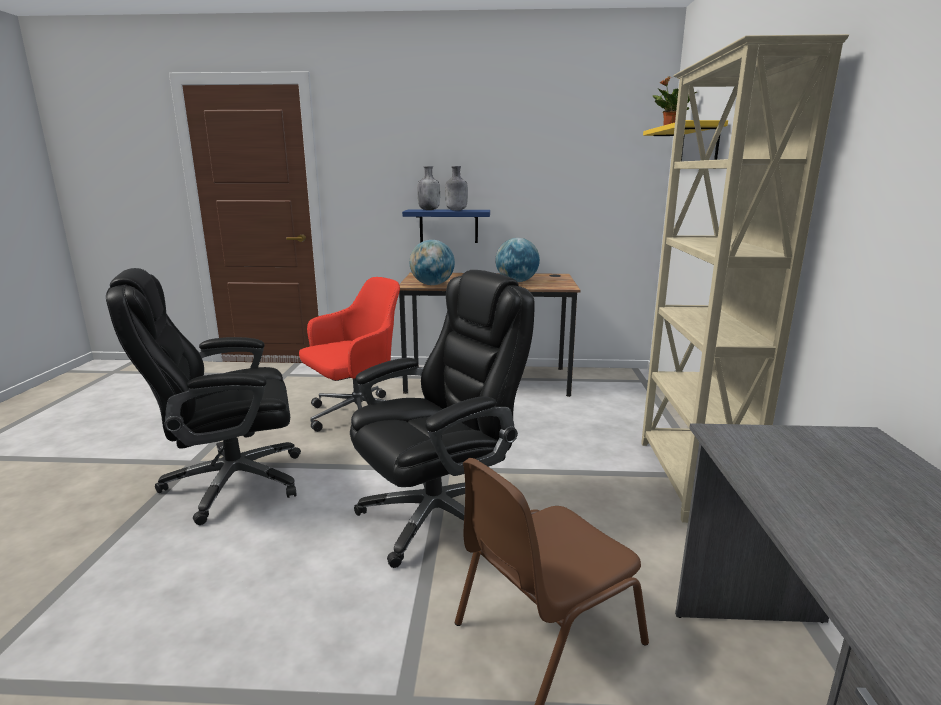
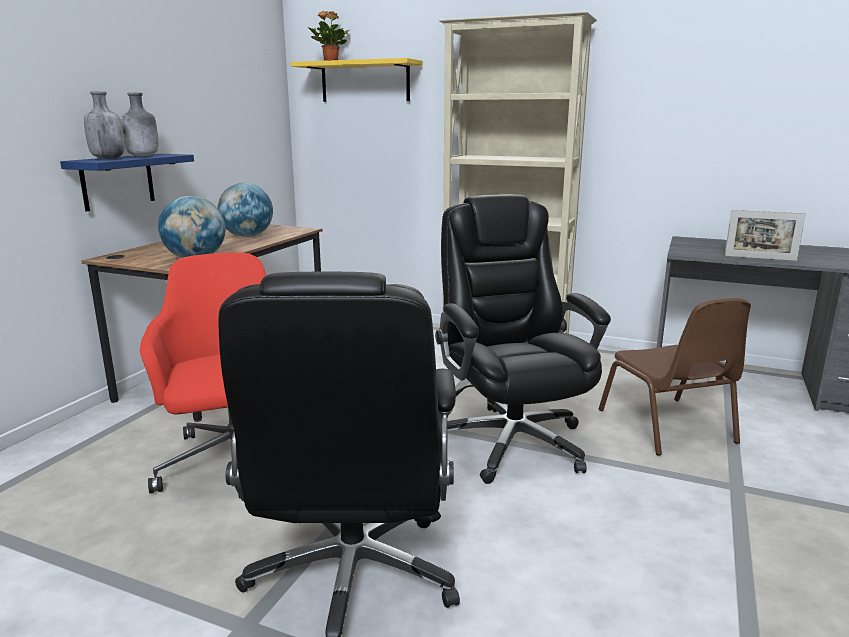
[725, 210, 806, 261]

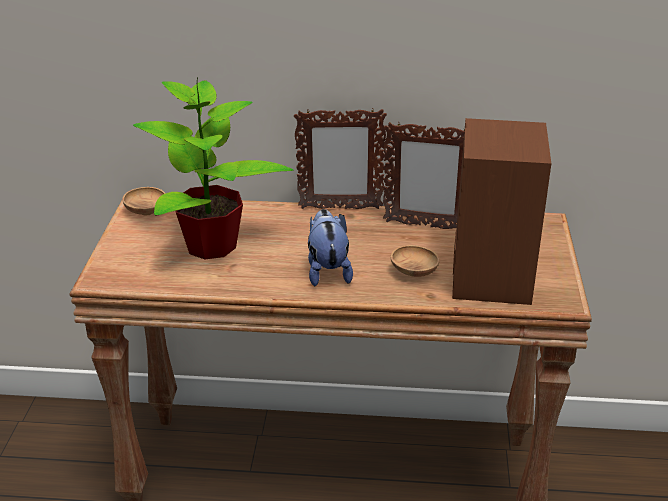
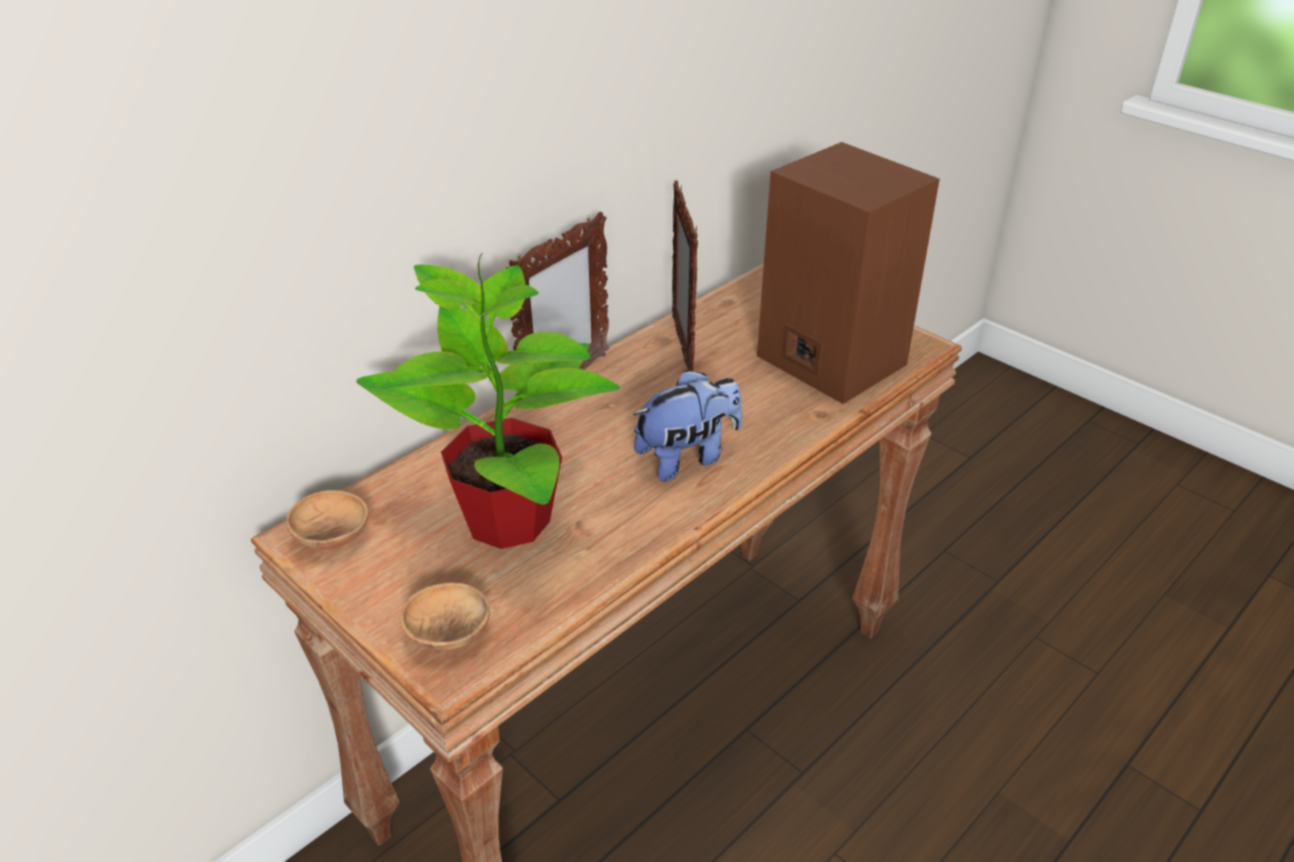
[672, 180, 698, 372]
[633, 370, 742, 482]
[400, 583, 490, 650]

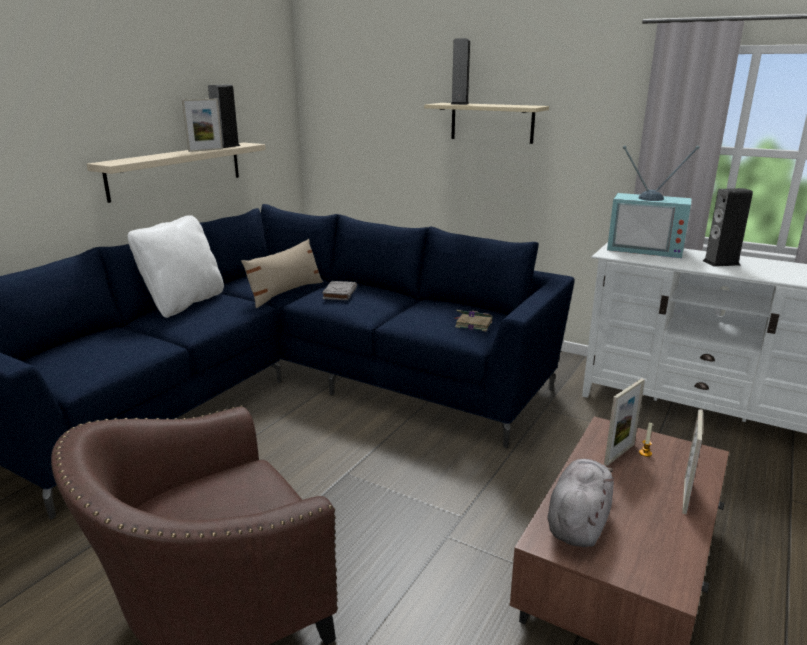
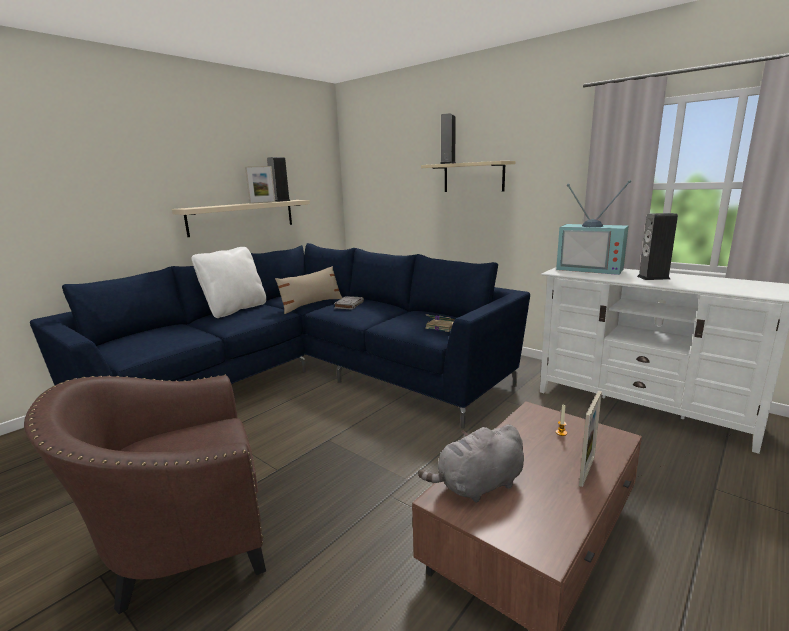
[604, 378, 645, 466] (first image)
[418, 424, 524, 503]

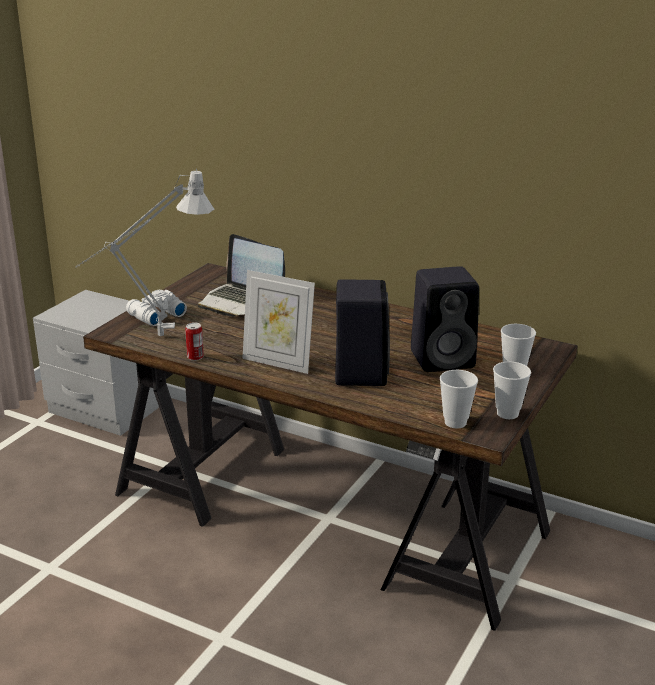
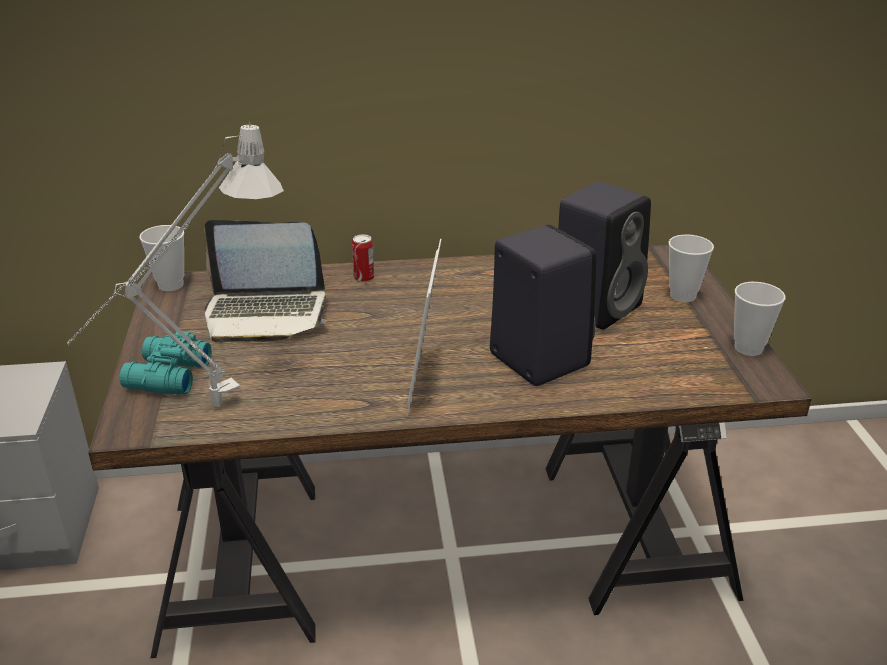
[407, 239, 441, 416]
[119, 332, 212, 395]
[352, 235, 374, 282]
[139, 225, 184, 291]

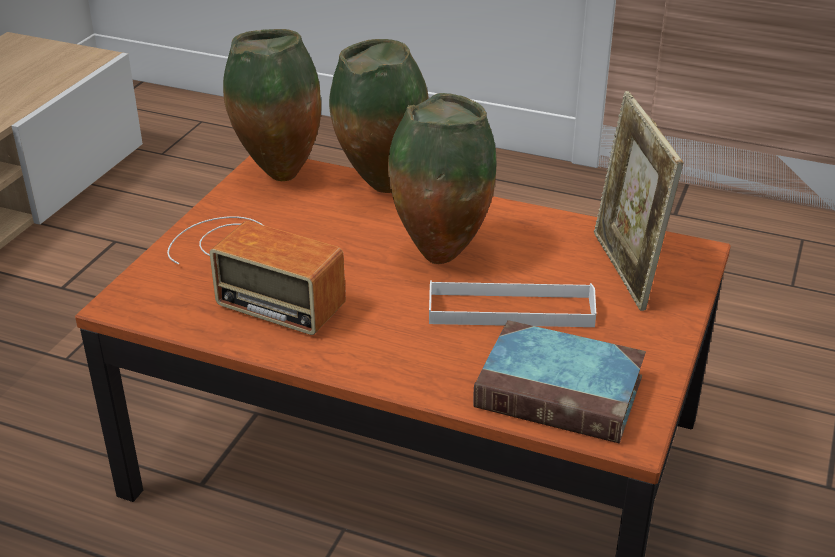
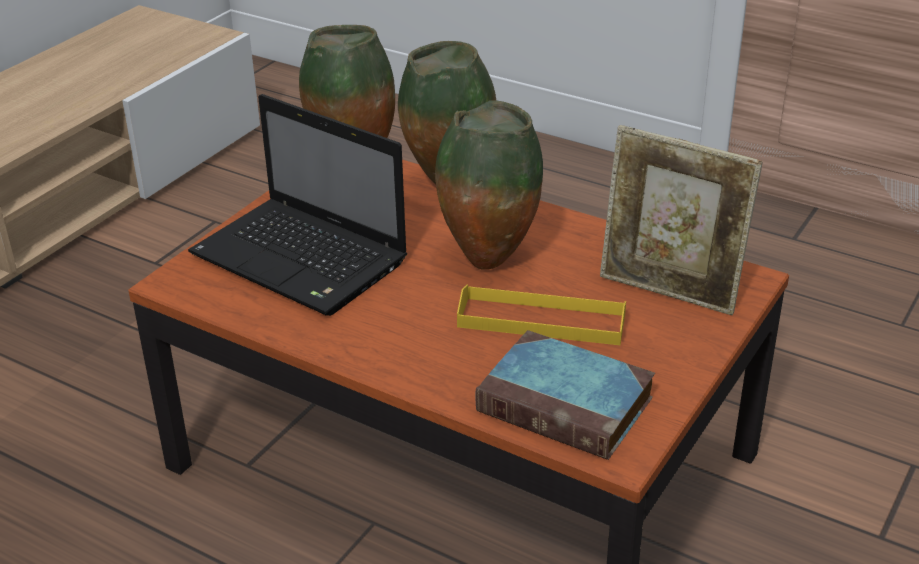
[600, 125, 763, 315]
[188, 94, 407, 316]
[457, 285, 626, 345]

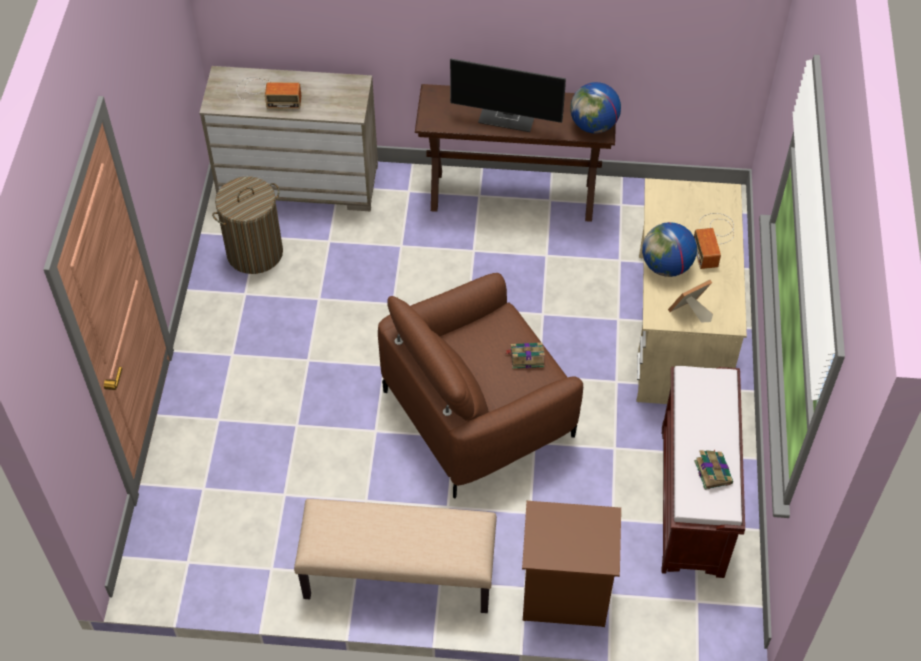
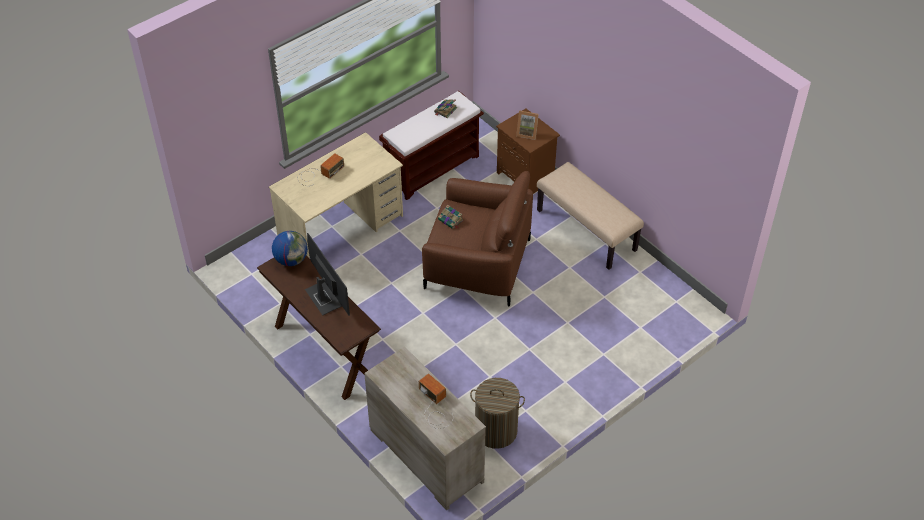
[642, 222, 697, 277] (first image)
[516, 111, 539, 140]

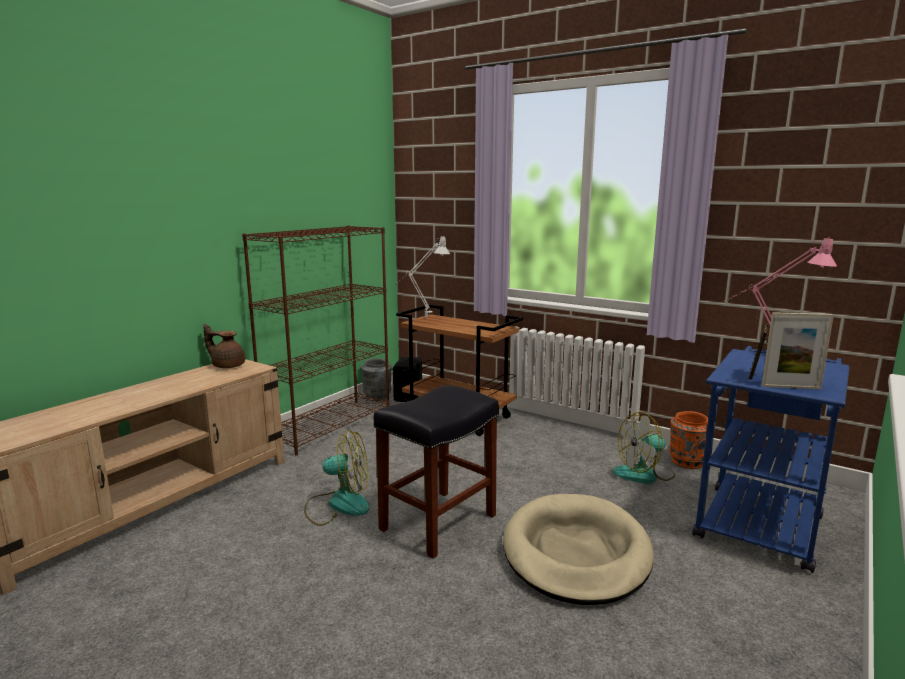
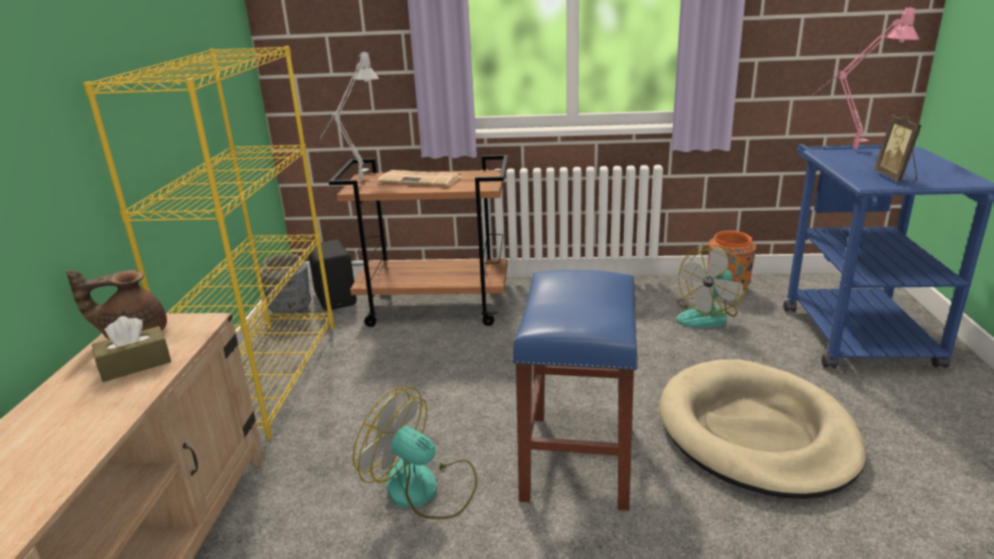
[83, 46, 334, 440]
[762, 312, 834, 389] (first image)
[512, 270, 638, 511]
[353, 387, 478, 519]
[377, 170, 462, 186]
[92, 316, 171, 382]

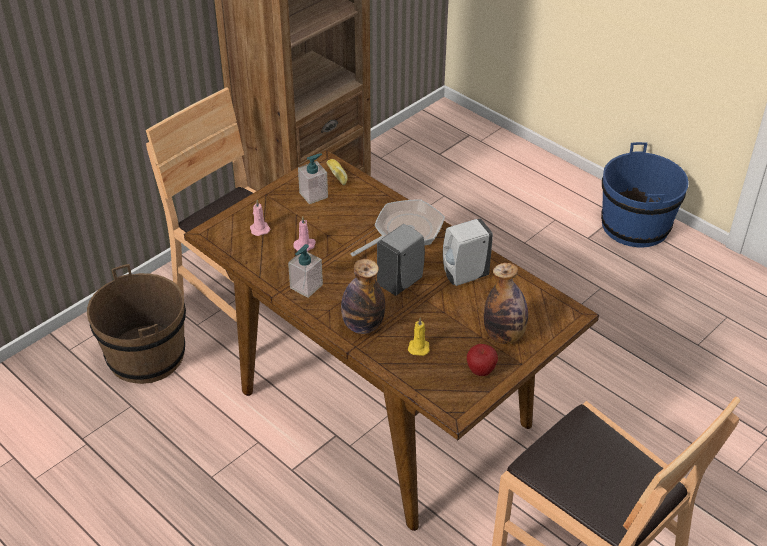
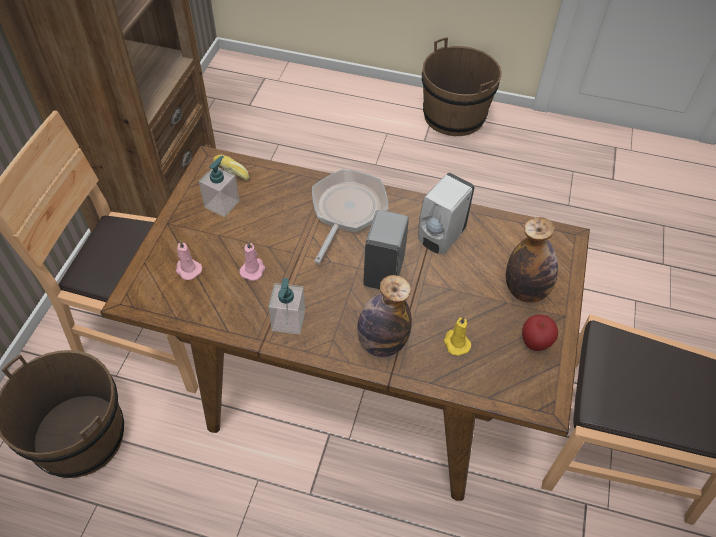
[422, 37, 502, 136]

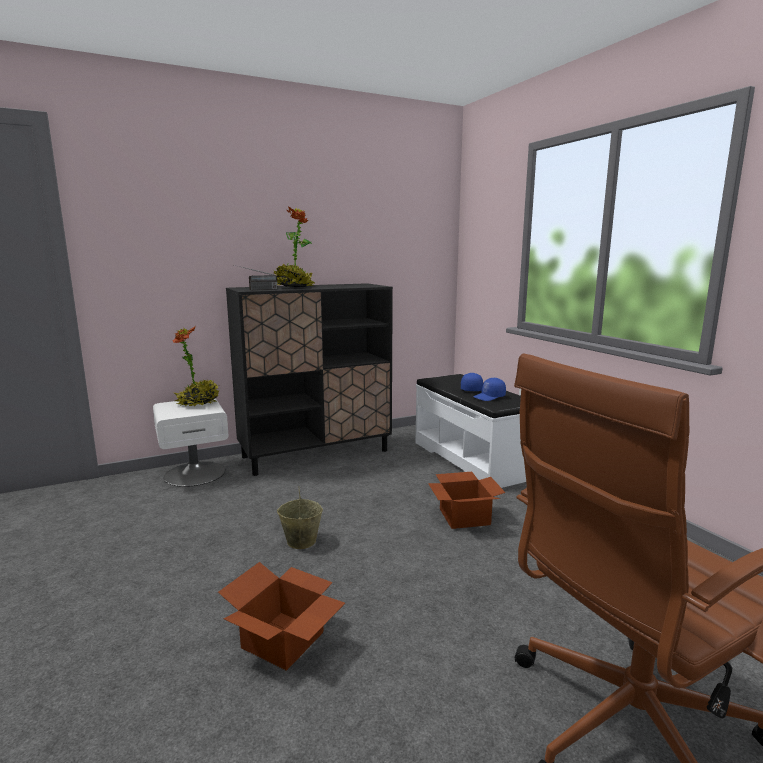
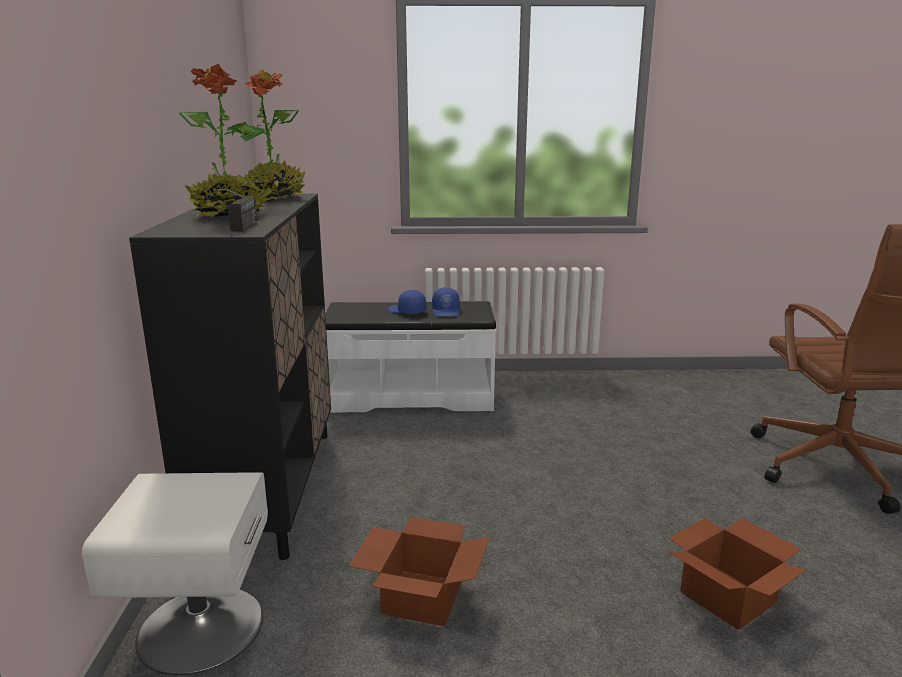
[227, 70, 305, 201]
[349, 517, 490, 626]
[277, 486, 323, 549] (first image)

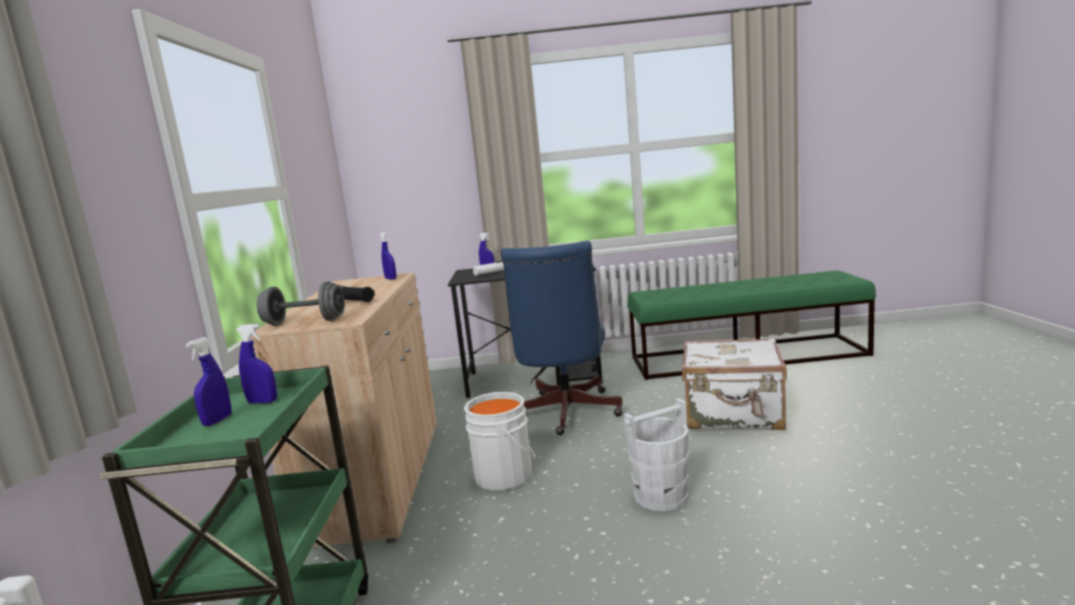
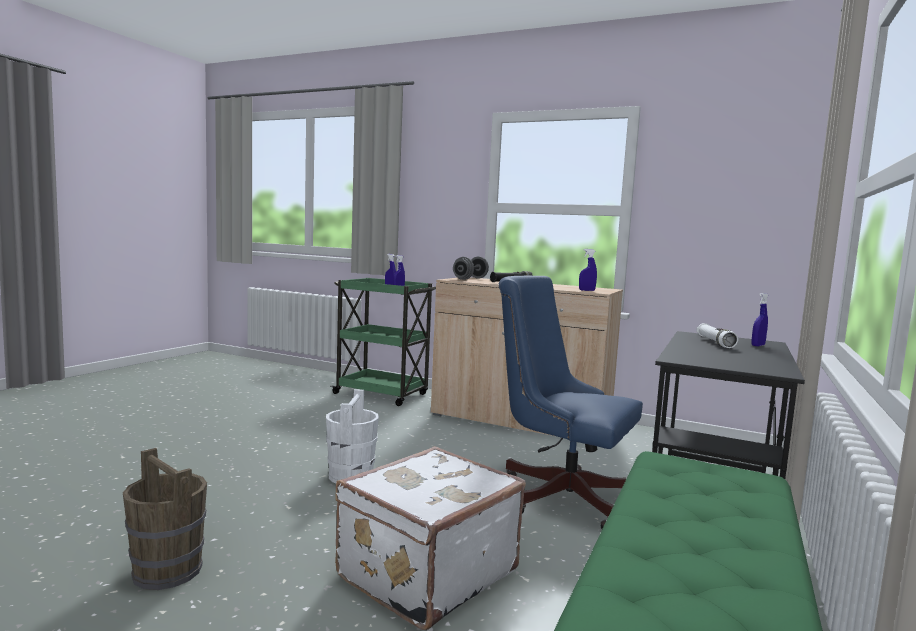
[464, 392, 536, 491] (first image)
[123, 448, 207, 590]

